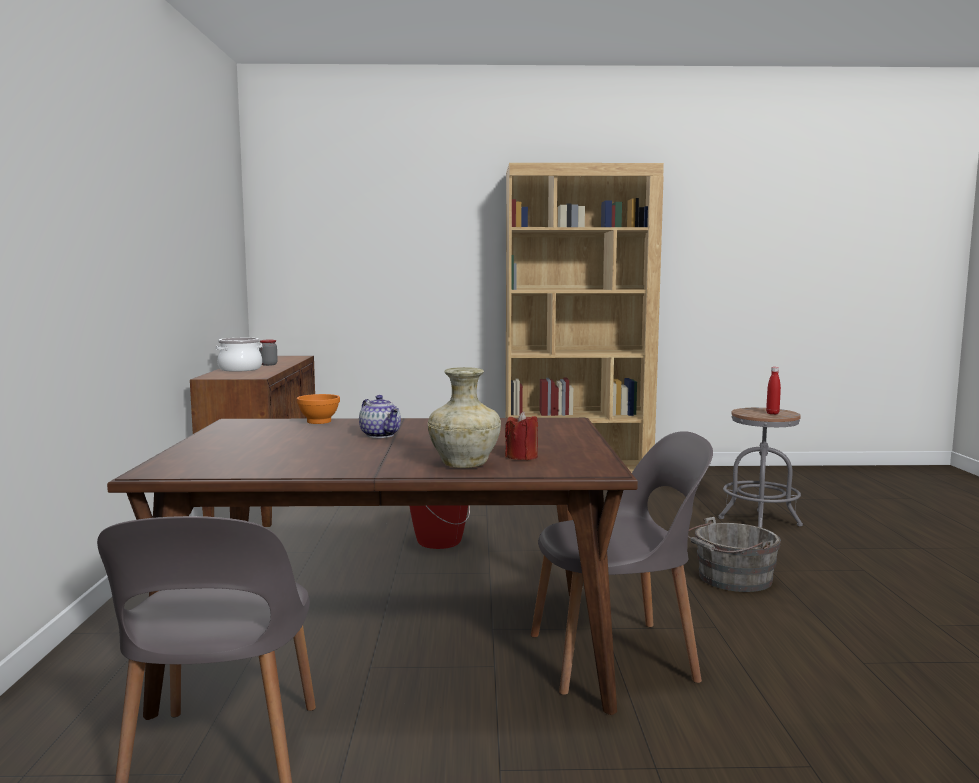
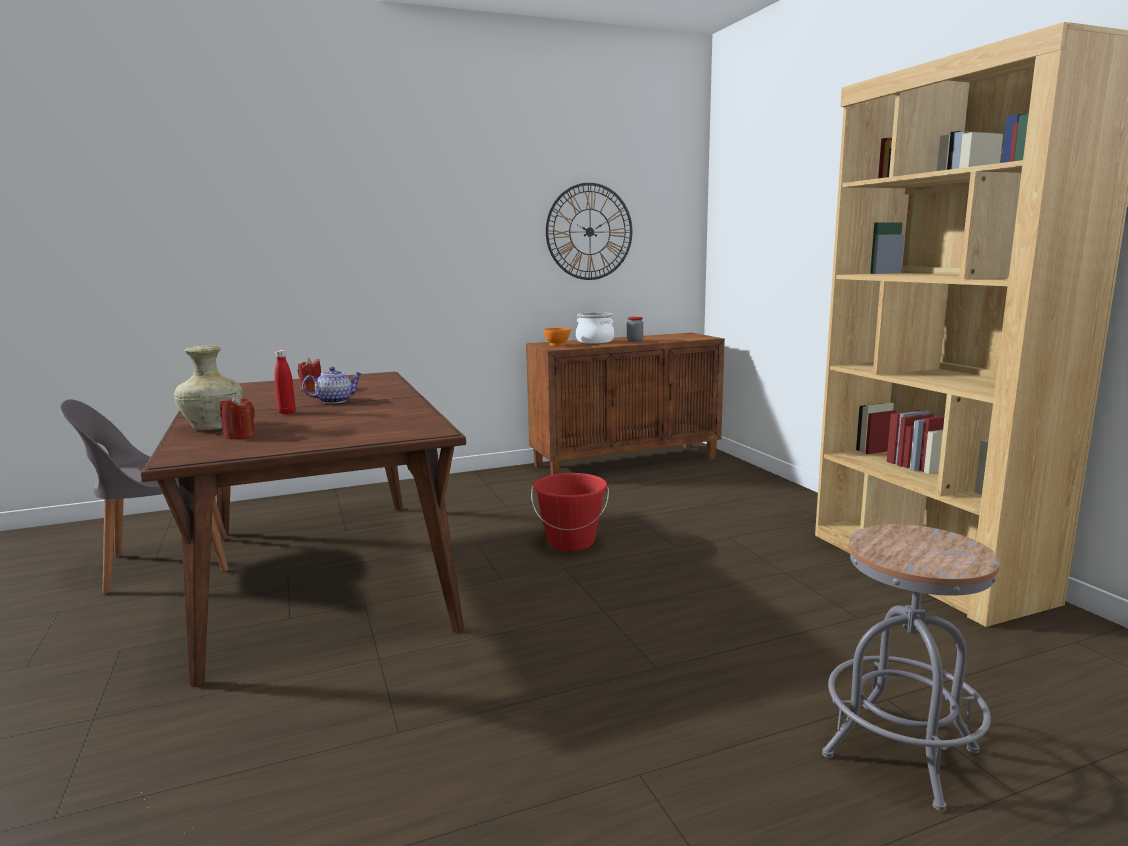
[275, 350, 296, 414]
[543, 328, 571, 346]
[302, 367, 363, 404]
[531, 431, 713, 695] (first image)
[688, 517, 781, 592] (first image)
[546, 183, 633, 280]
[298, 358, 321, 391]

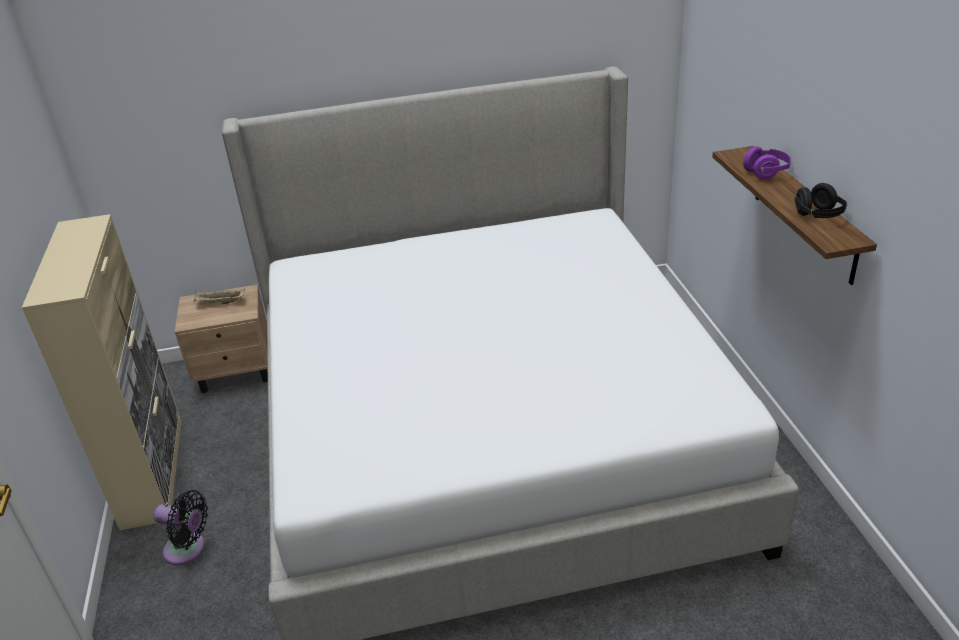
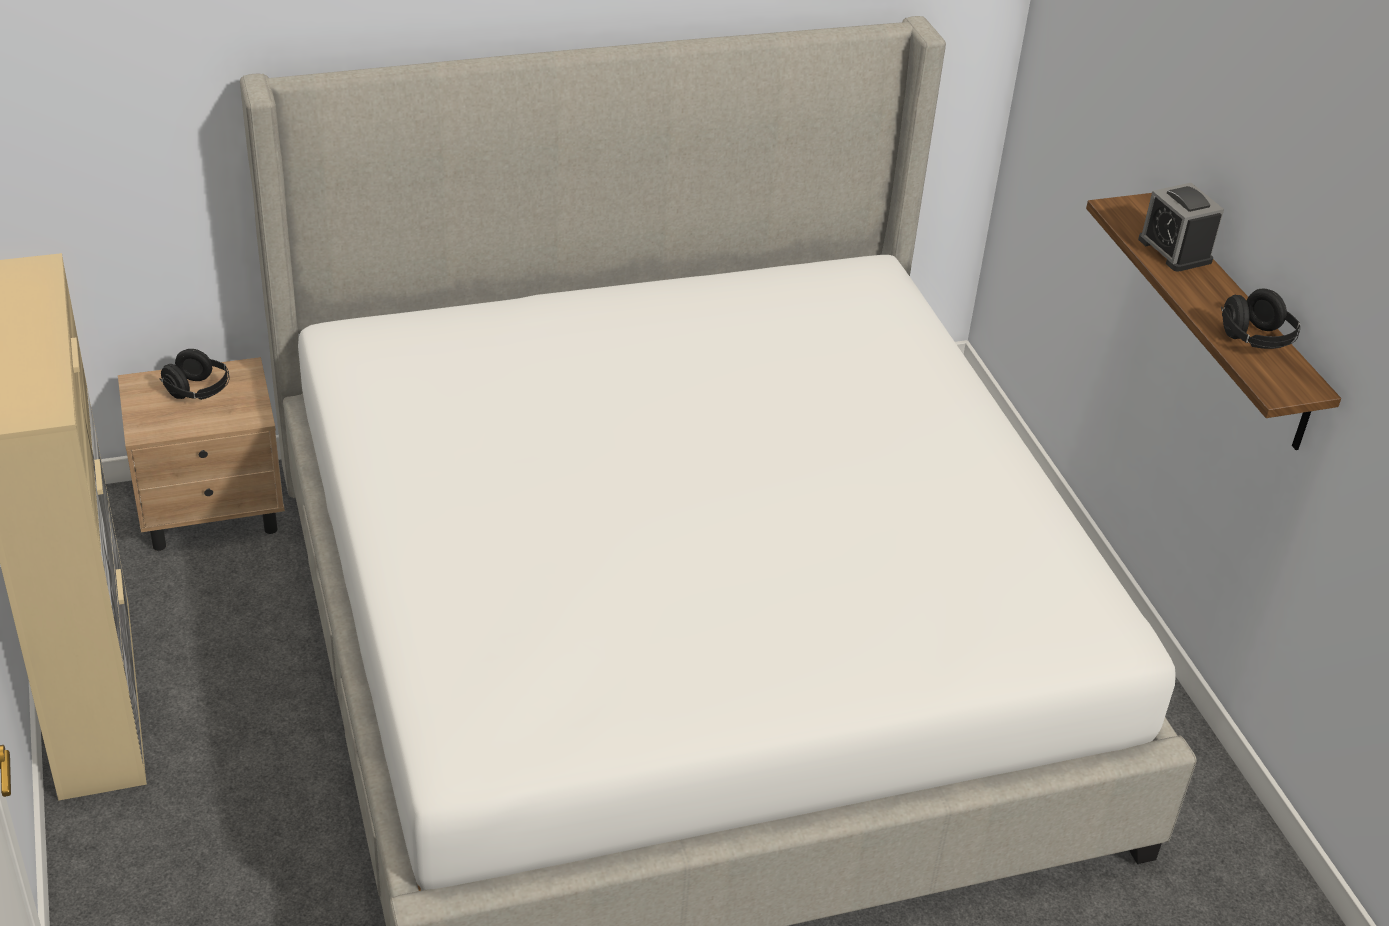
[1138, 183, 1224, 272]
[159, 349, 230, 400]
[153, 490, 208, 565] (first image)

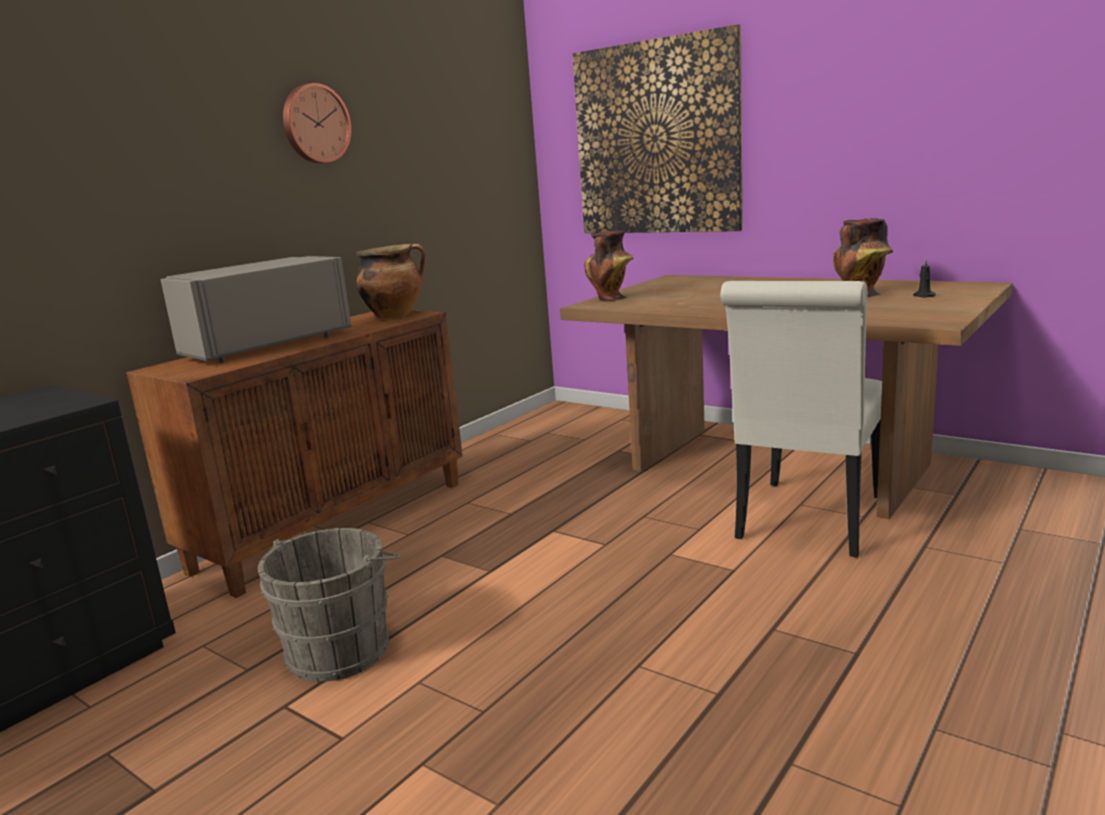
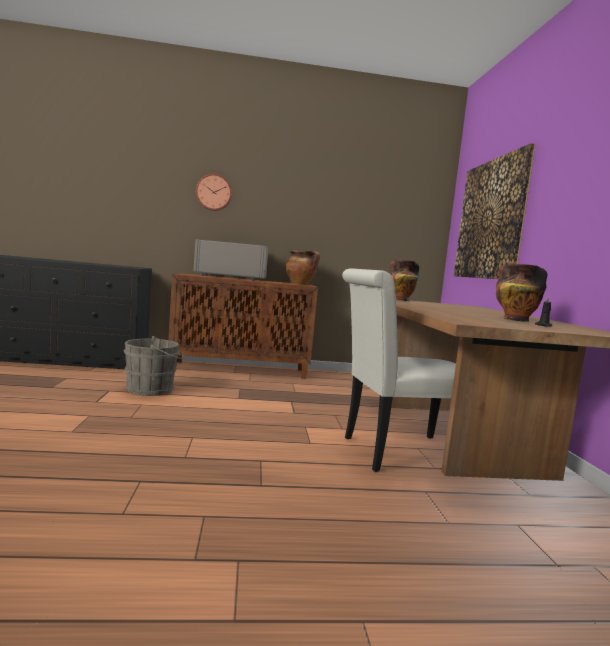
[196, 174, 232, 211]

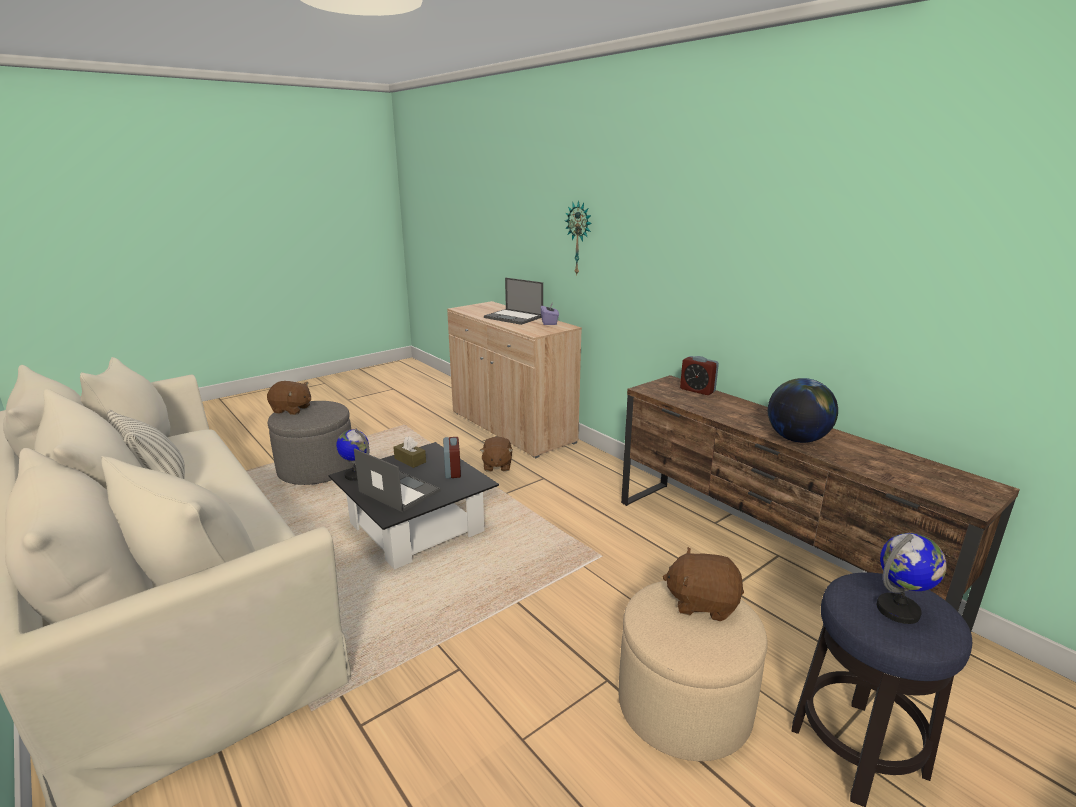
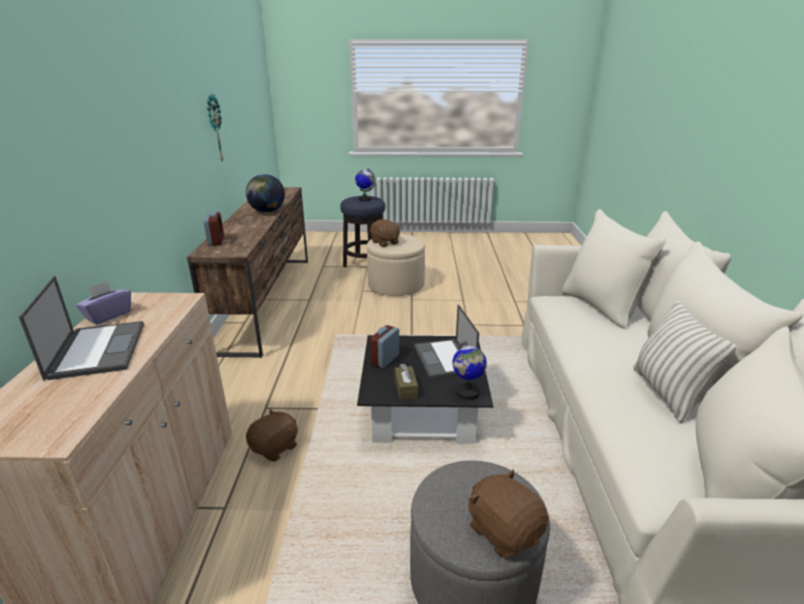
[207, 93, 224, 163]

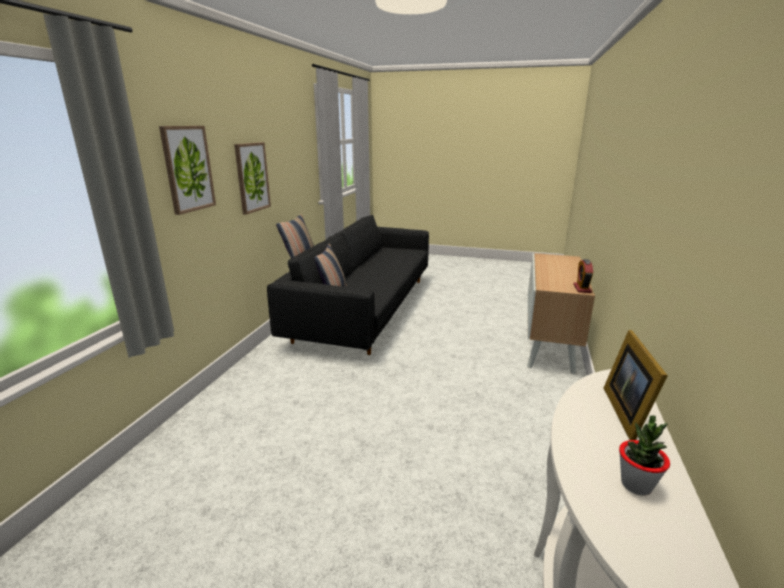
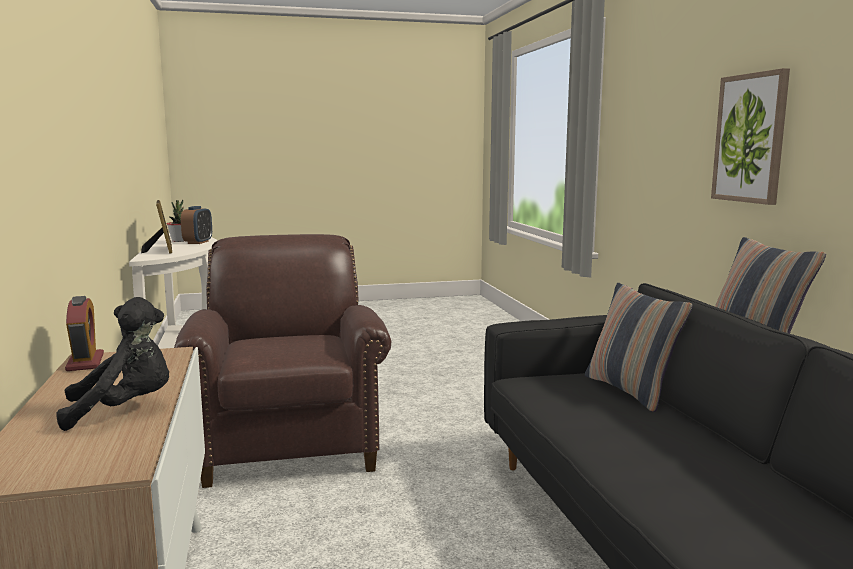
[159, 126, 216, 215] (first image)
[181, 206, 212, 244]
[174, 234, 391, 488]
[56, 297, 169, 431]

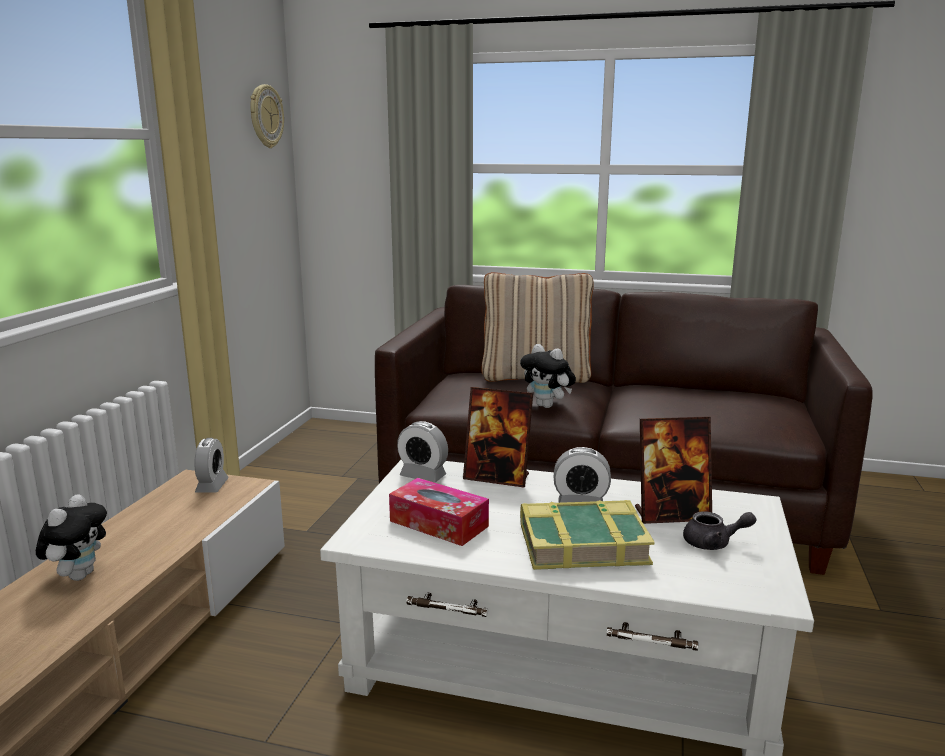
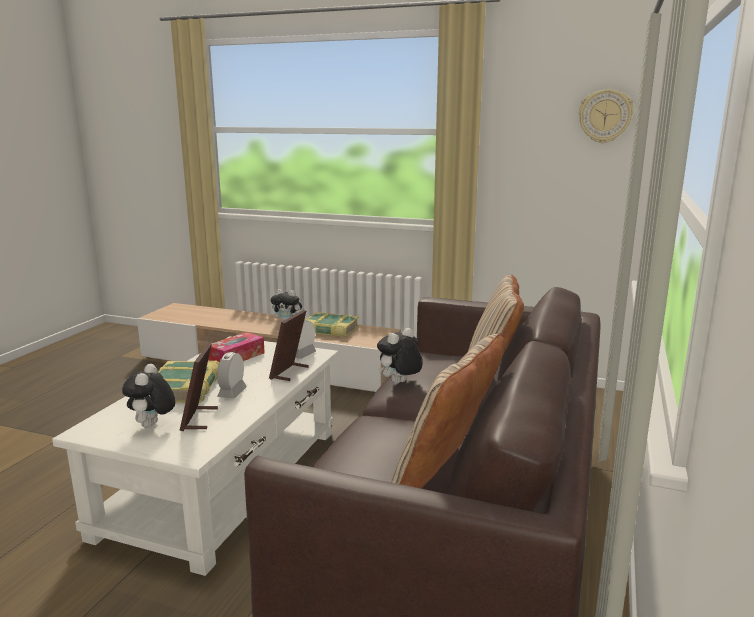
[194, 438, 229, 493] (first image)
[122, 364, 175, 428]
[305, 312, 359, 337]
[391, 334, 505, 489]

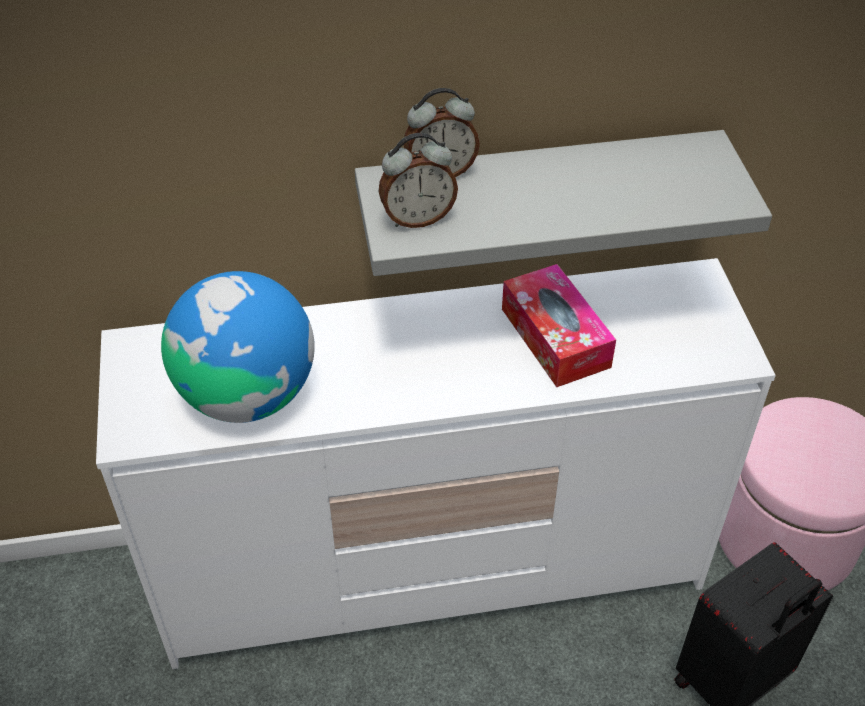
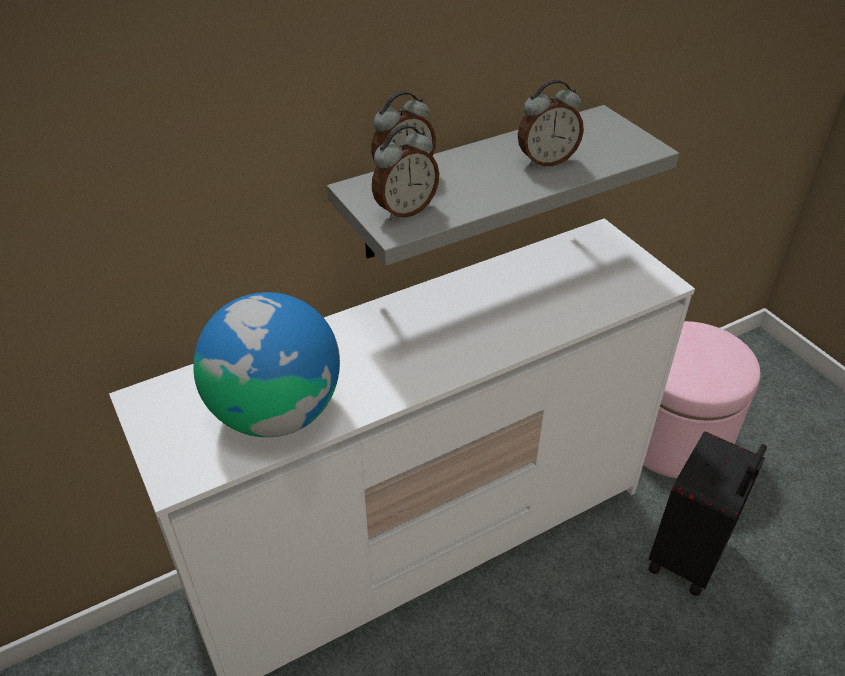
[502, 264, 616, 387] (first image)
[518, 80, 584, 167]

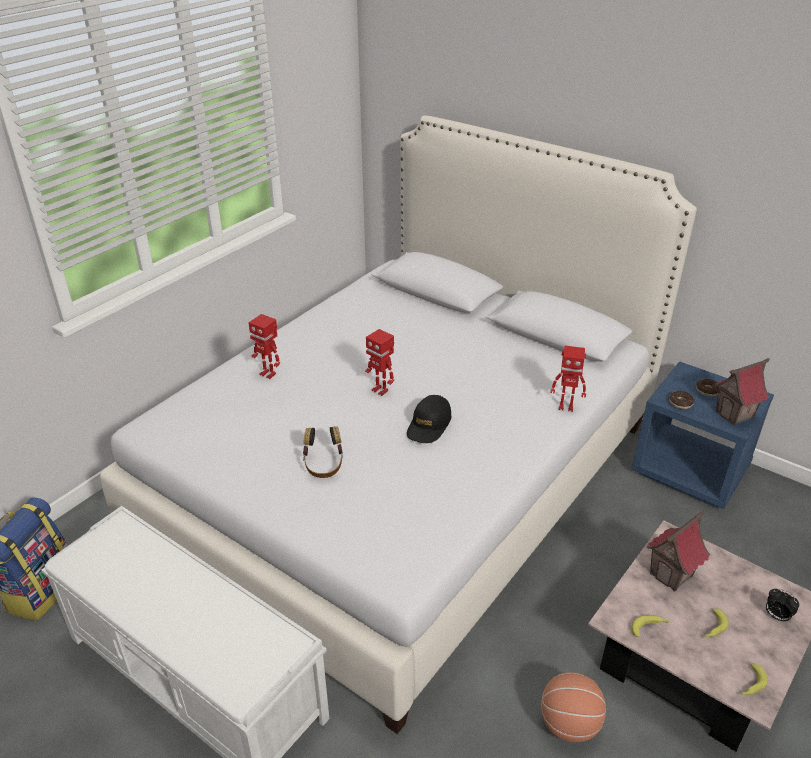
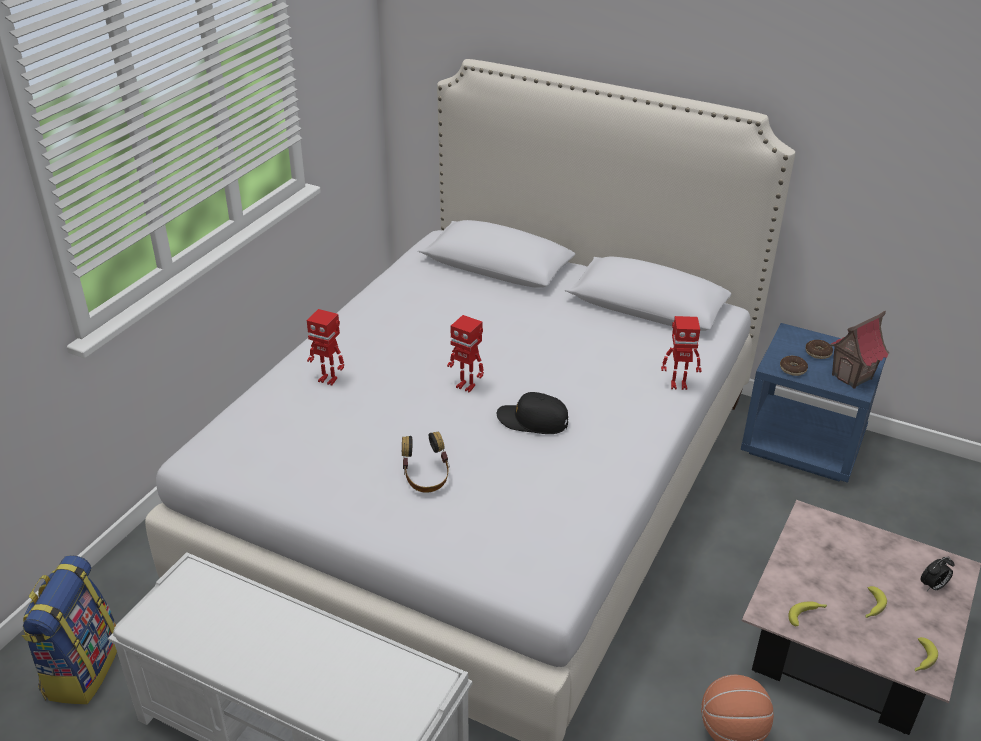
[497, 392, 568, 434]
[647, 510, 710, 592] (first image)
[920, 556, 955, 591]

